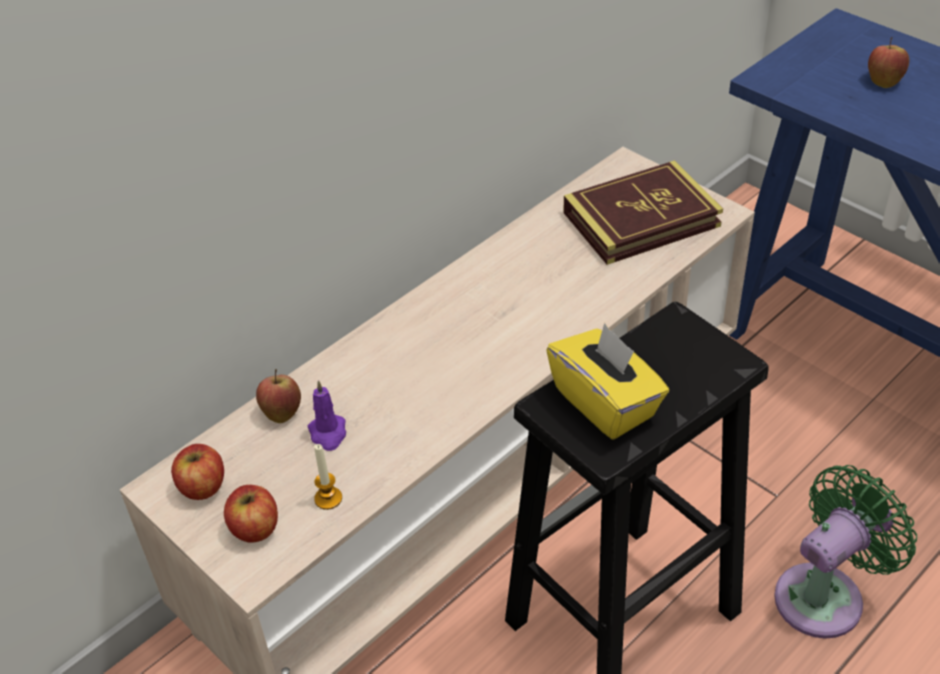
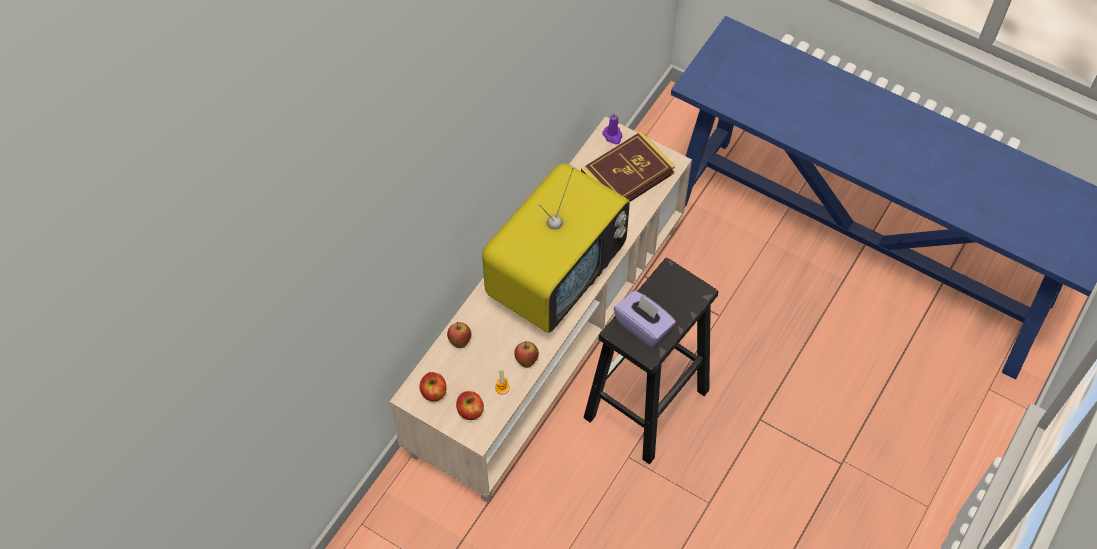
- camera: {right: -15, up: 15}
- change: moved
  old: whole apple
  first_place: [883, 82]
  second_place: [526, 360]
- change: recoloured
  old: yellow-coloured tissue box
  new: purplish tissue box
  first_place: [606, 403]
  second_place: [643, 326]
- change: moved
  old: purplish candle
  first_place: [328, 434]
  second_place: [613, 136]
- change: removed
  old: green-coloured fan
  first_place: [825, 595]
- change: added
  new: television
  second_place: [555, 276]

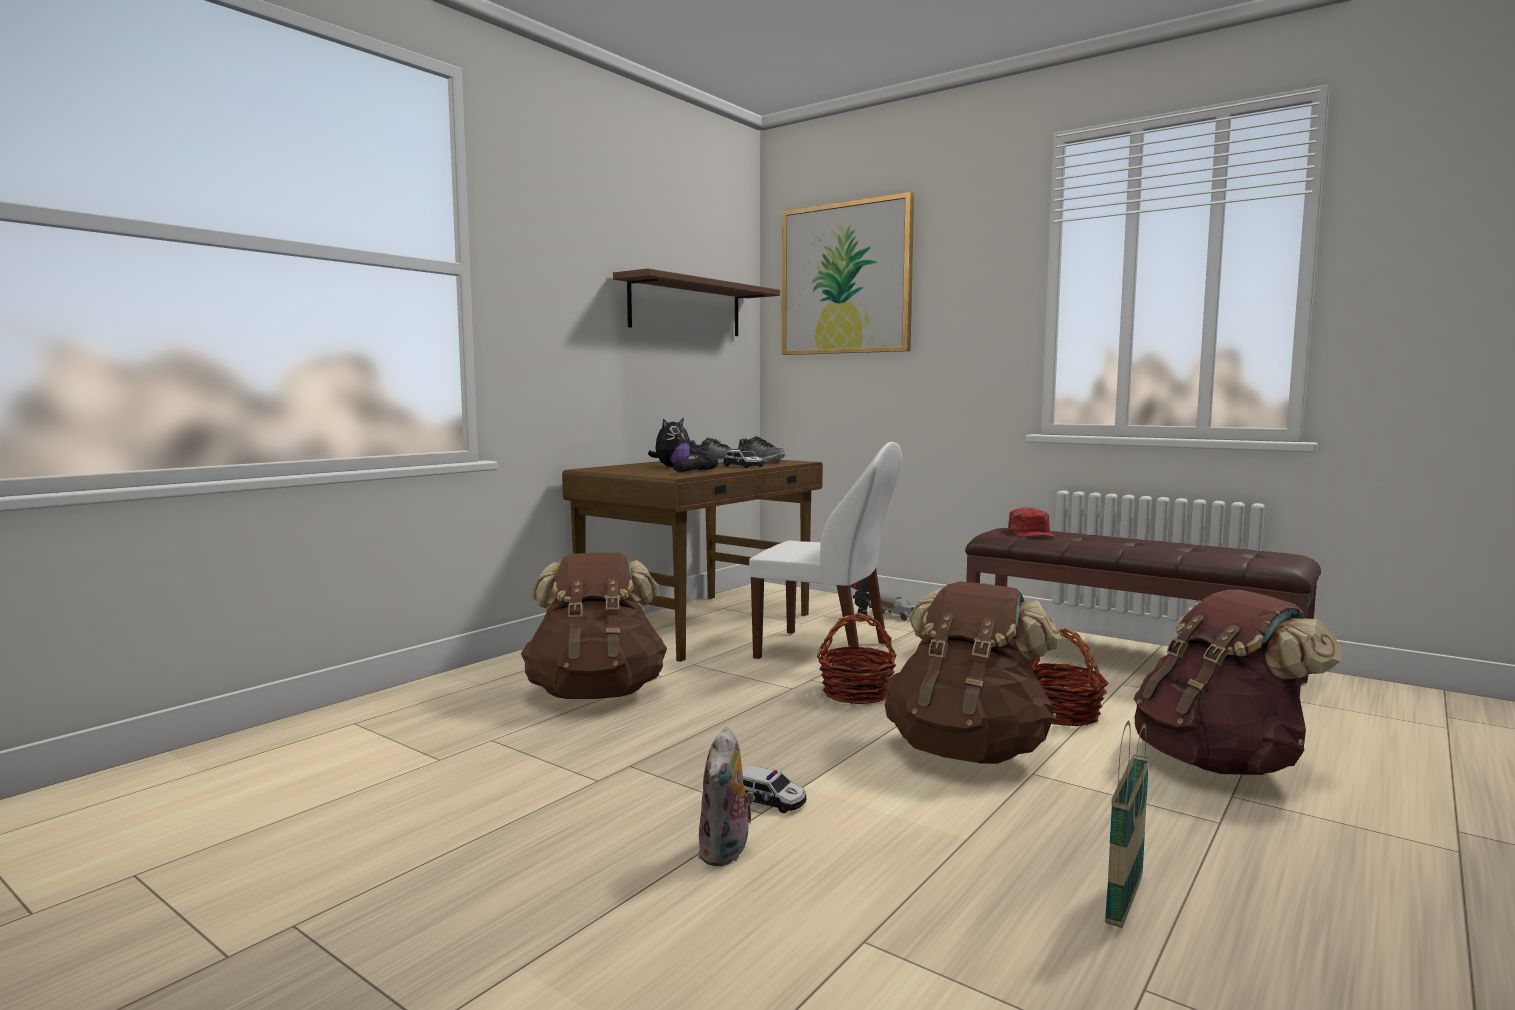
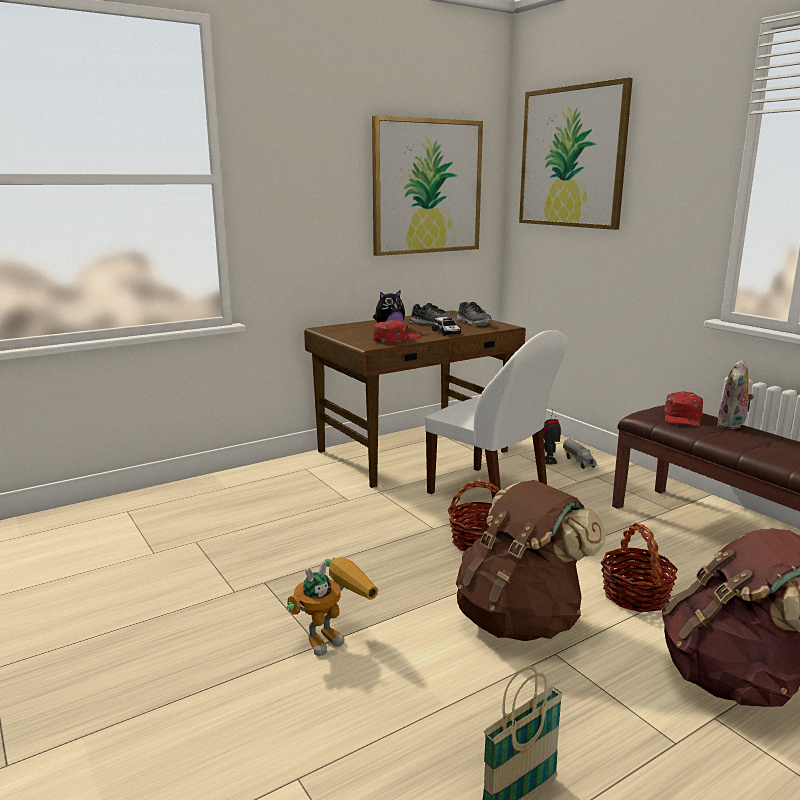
- camera: {right: 20, up: 10}
- change: replaced
  old: brown bracket shelf
  new: wall art
  first_place: [686, 307]
  second_place: [427, 187]
- change: replaced
  old: blackish torch
  new: red-coloured baseball cap
  first_place: [695, 471]
  second_place: [396, 339]
- change: removed
  old: brown knapsack
  first_place: [596, 693]
- change: moved
  old: plush toy
  first_place: [726, 852]
  second_place: [732, 425]
- change: replaced
  old: miniature car
  new: robot figure
  first_place: [769, 800]
  second_place: [332, 635]

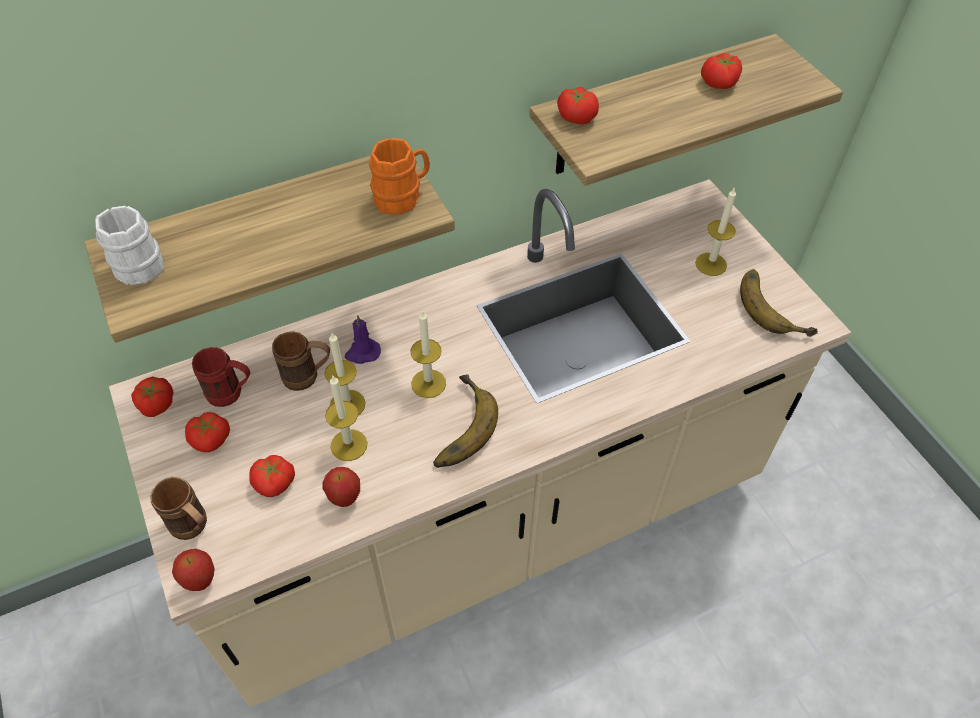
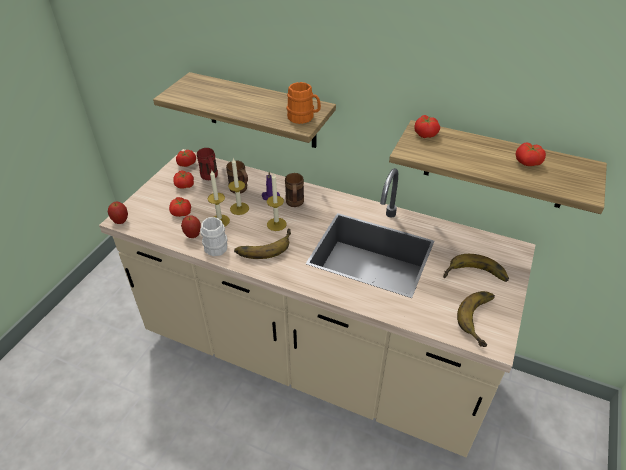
- camera: {right: 50, up: -10}
- change: replaced
  old: candle
  new: banana
  first_place: [711, 264]
  second_place: [475, 277]
- change: moved
  old: white-coloured tea mug
  first_place: [134, 264]
  second_place: [216, 245]
- change: moved
  old: brown tea mug
  first_place: [194, 528]
  second_place: [294, 204]

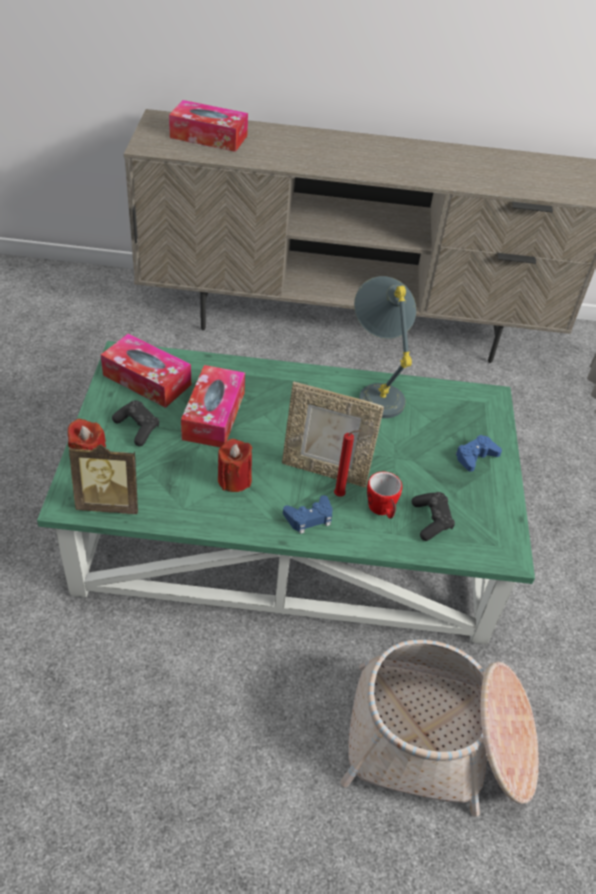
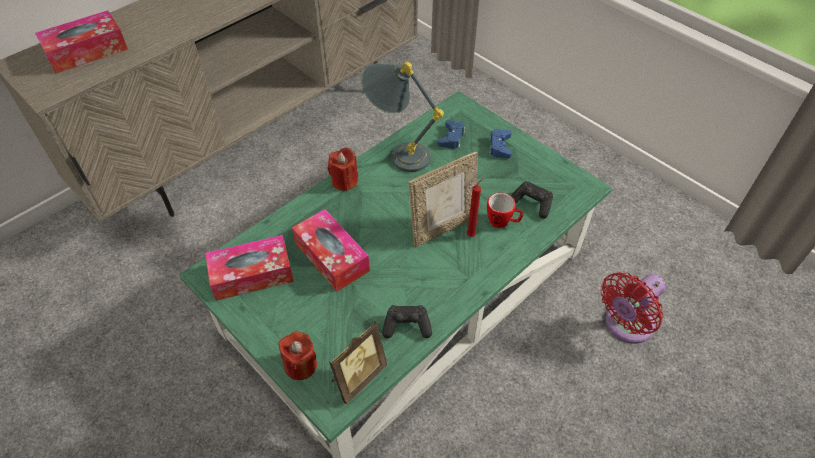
- camera: {right: -45, up: 5}
- change: moved
  old: blackish joypad
  first_place: [138, 428]
  second_place: [407, 326]
- change: moved
  old: red-coloured candle
  first_place: [234, 480]
  second_place: [344, 181]
- change: moved
  old: bluish joypad
  first_place: [309, 518]
  second_place: [451, 138]
- change: replaced
  old: household basket
  new: red-coloured fan
  first_place: [439, 743]
  second_place: [625, 325]

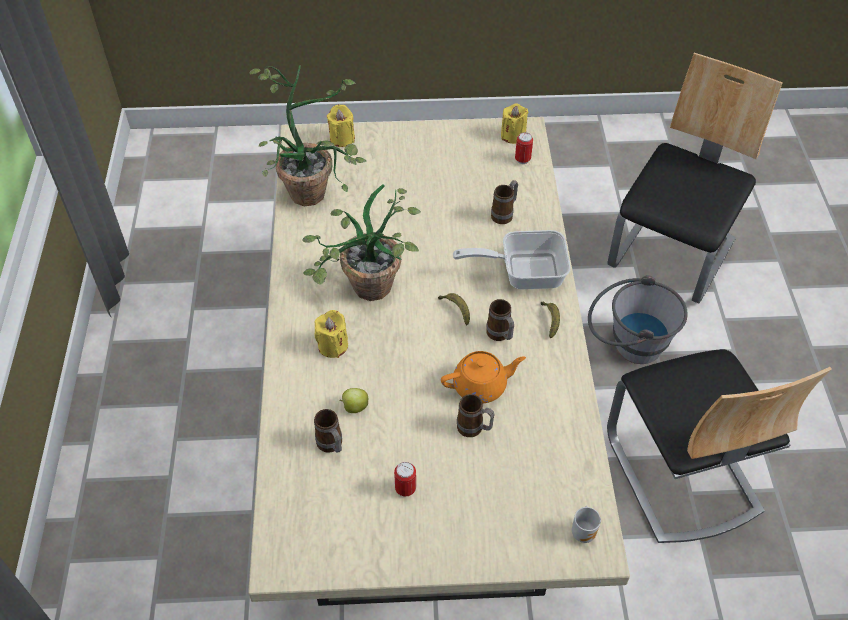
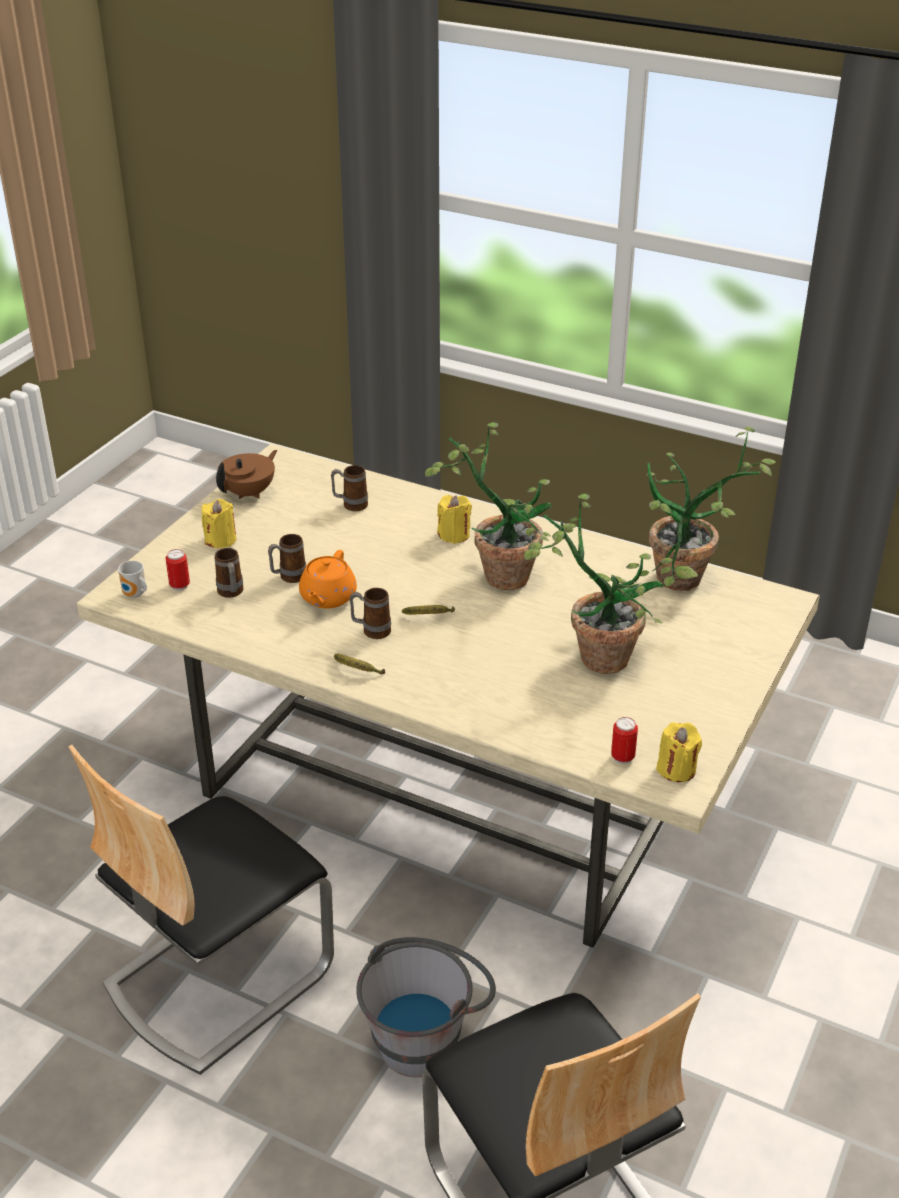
- camera: {right: 120, up: -15}
- change: moved
  old: yellow-coloured candle
  first_place: [342, 138]
  second_place: [220, 540]
- change: moved
  old: tea mug
  first_place: [504, 214]
  second_place: [231, 594]
- change: removed
  old: pan
  first_place: [523, 272]
- change: turned
  old: upright chair
  first_place: [681, 473]
  second_place: [217, 977]
  degrees: -60
- change: removed
  old: whole apple
  first_place: [354, 407]
- change: moved
  old: sealed can
  first_place: [405, 489]
  second_place: [179, 586]
- change: added
  new: brown tea pot
  second_place: [249, 492]
- change: added
  new: potted plant
  second_place: [595, 652]

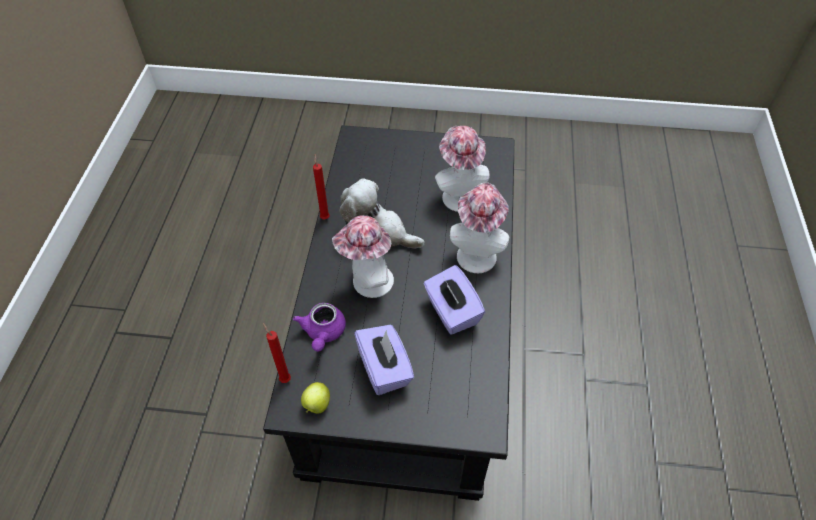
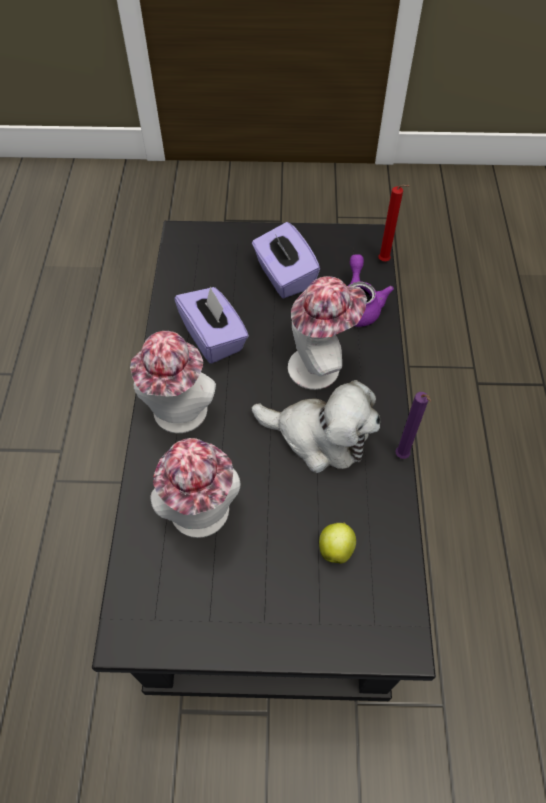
- camera: {right: 175, up: 5}
- change: recoloured
  old: red-coloured candle
  new: purplish candle
  first_place: [325, 217]
  second_place: [402, 457]
- change: moved
  old: whole apple
  first_place: [317, 405]
  second_place: [336, 548]

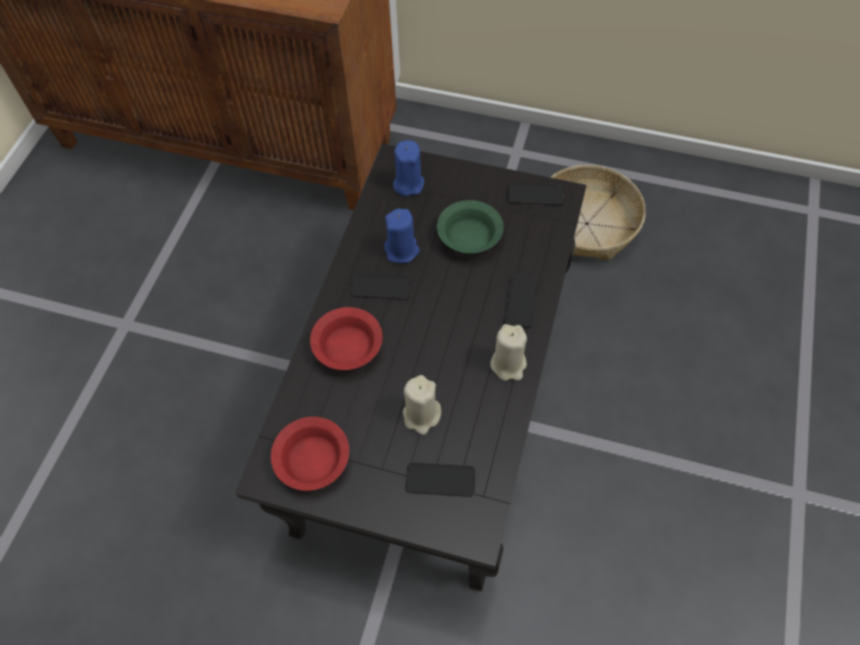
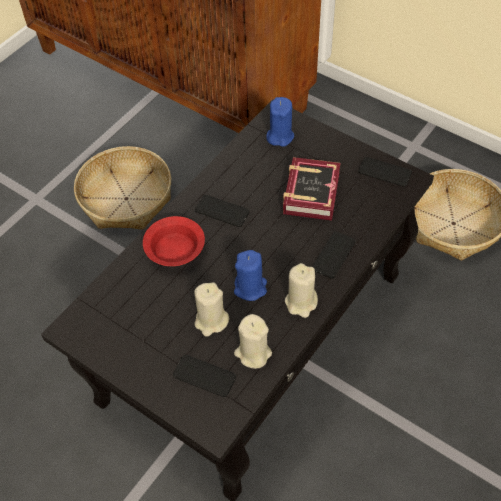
- camera: {right: 20, up: -5}
- change: replaced
  old: green-coloured serving bowl
  new: volume
  first_place: [470, 236]
  second_place: [313, 191]
- change: moved
  old: bluish candle
  first_place: [402, 250]
  second_place: [250, 288]
- change: removed
  old: red-coloured serving bowl
  first_place: [311, 461]
- change: added
  new: household basket
  second_place: [126, 199]
- change: added
  new: beige-coloured candle
  second_place: [253, 353]

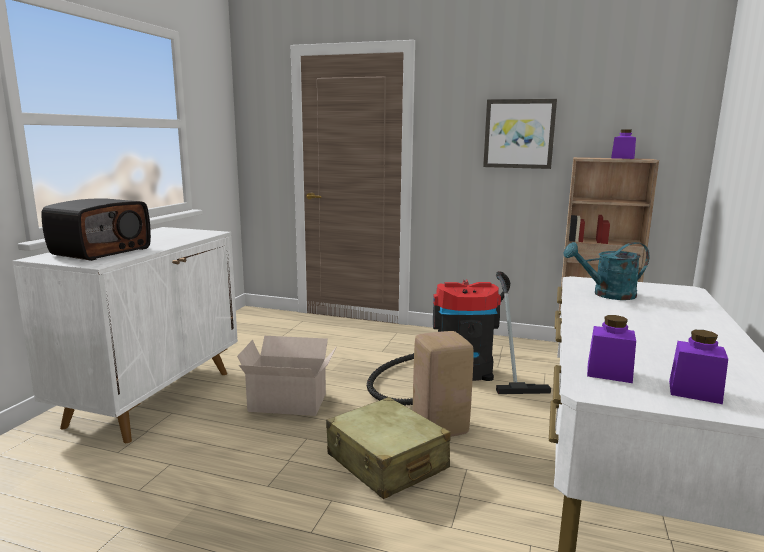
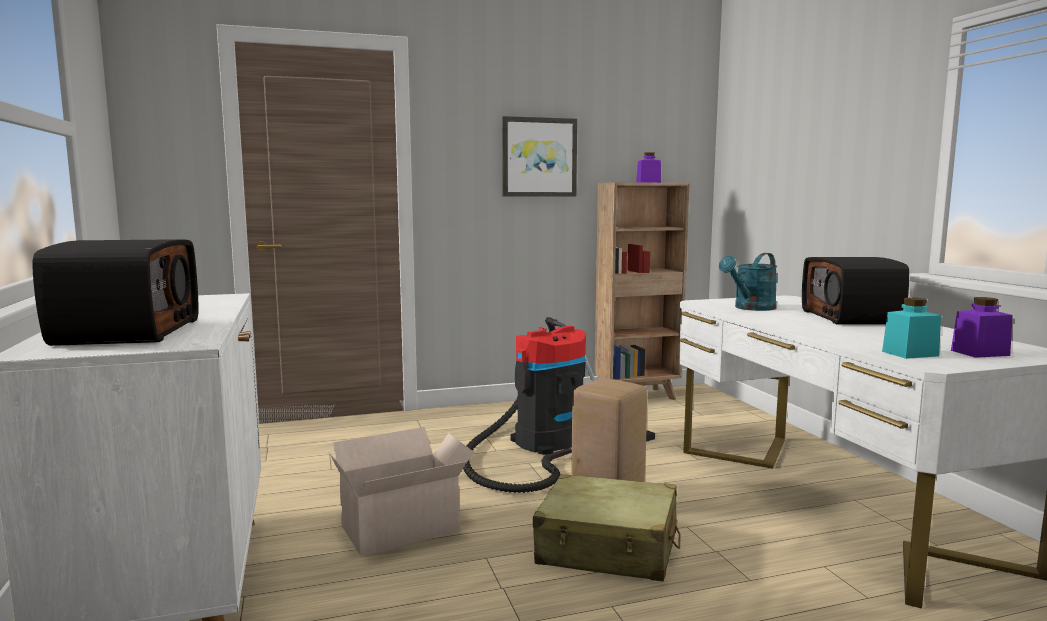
- camera: {right: -35, up: -5}
- change: recoloured
  old: purplish storage jar
  new: turquoise storage jar
  first_place: [609, 373]
  second_place: [910, 354]
- change: added
  new: radio
  second_place: [852, 317]

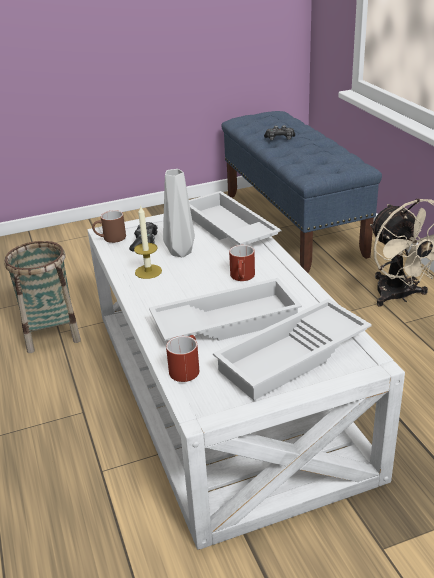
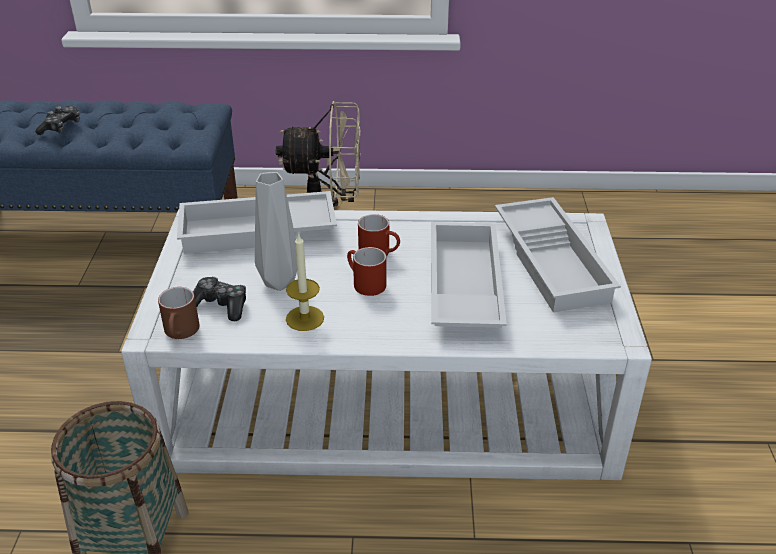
- camera: {right: -70, up: 5}
- change: moved
  old: red-coloured tea mug
  first_place: [185, 368]
  second_place: [364, 283]

